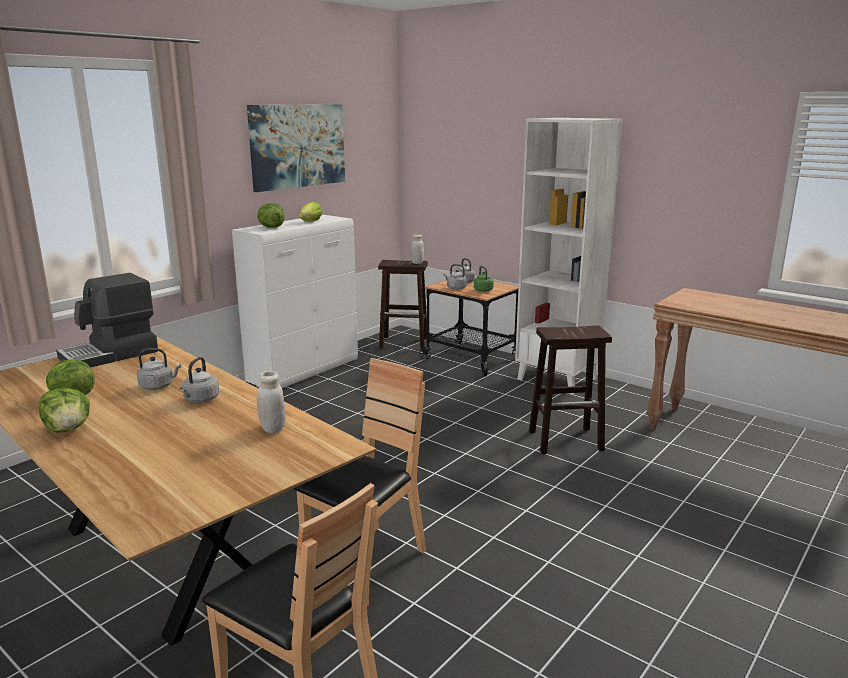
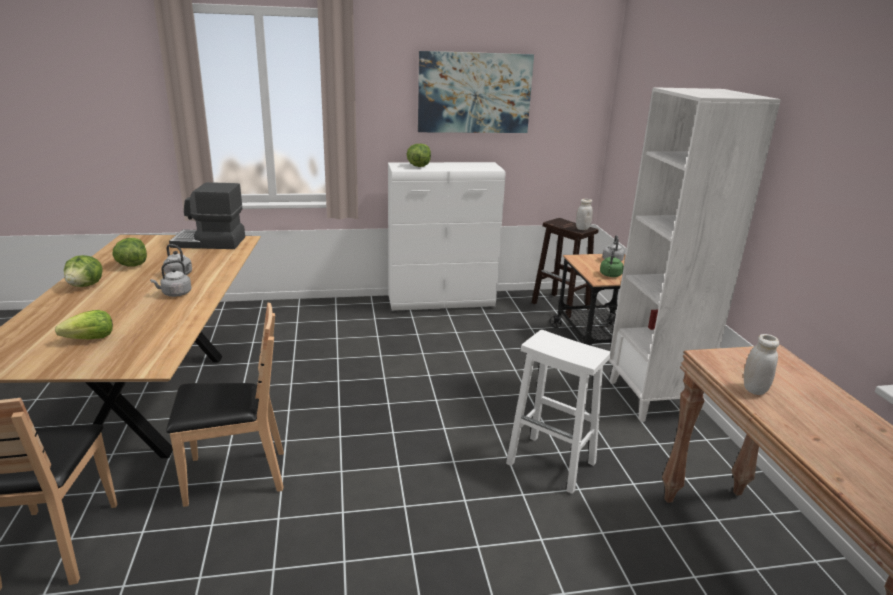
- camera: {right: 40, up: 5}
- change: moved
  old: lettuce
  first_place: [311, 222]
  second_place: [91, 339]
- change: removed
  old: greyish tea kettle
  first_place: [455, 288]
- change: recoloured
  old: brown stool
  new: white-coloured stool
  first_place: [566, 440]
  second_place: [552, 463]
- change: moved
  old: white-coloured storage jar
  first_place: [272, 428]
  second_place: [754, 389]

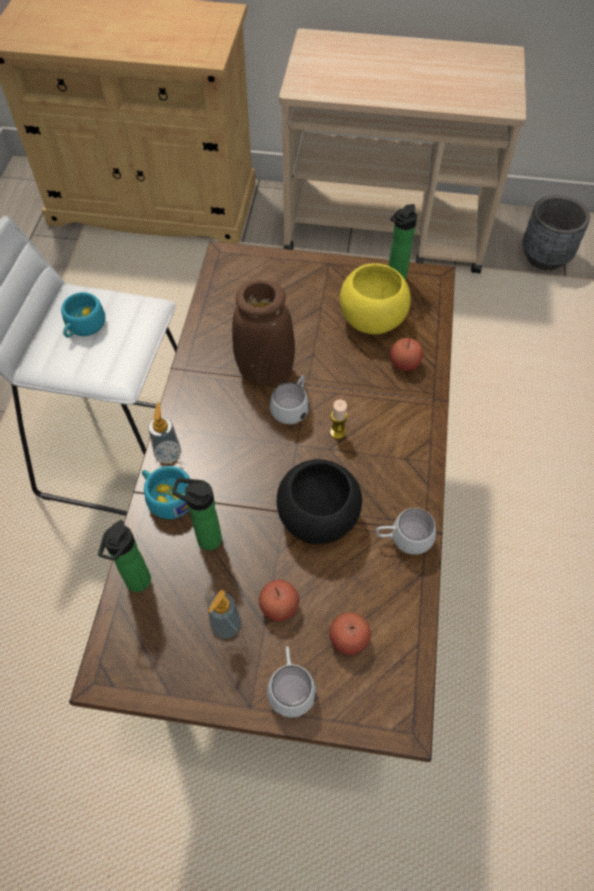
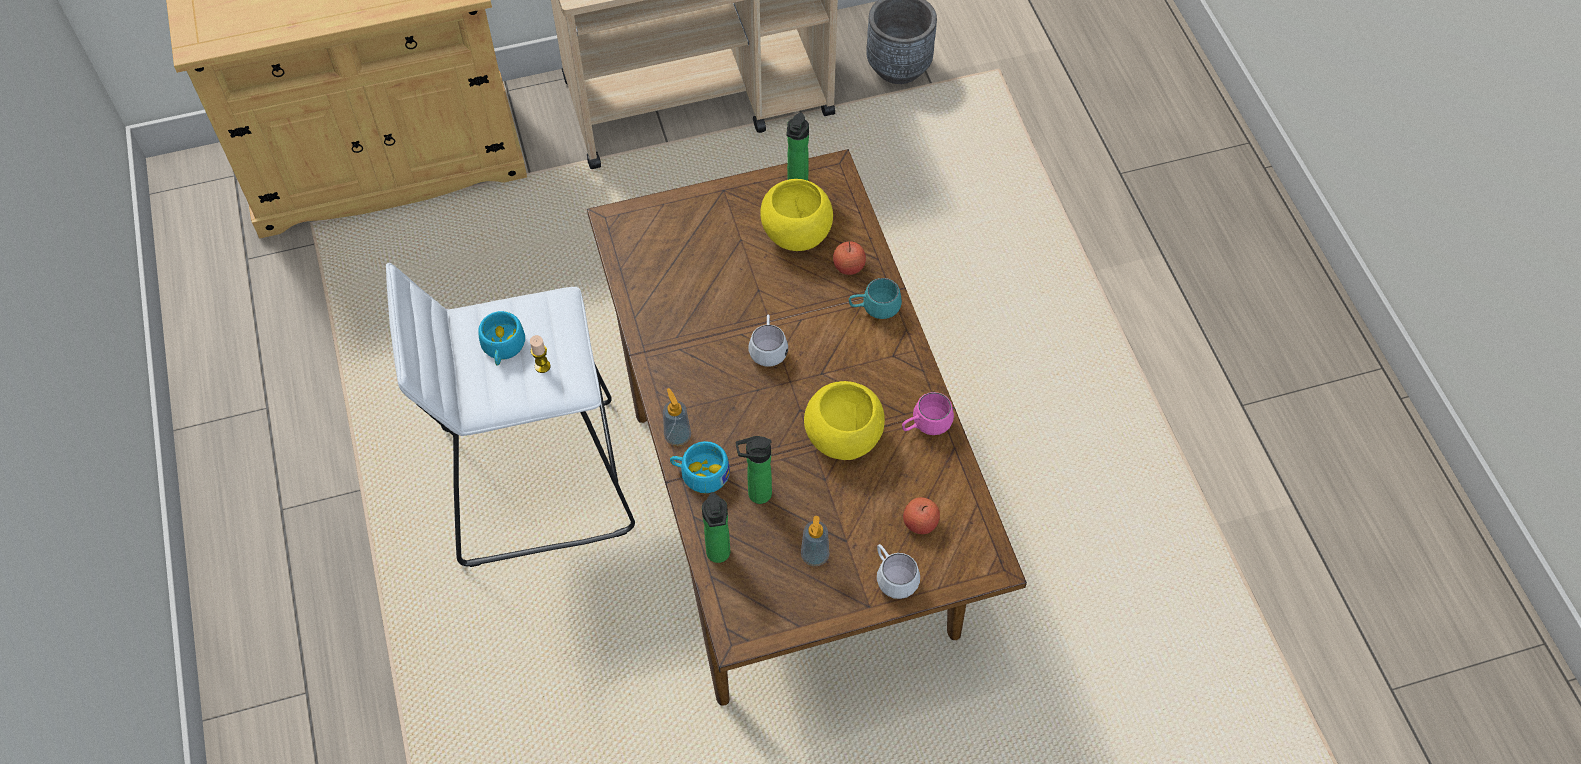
- camera: {right: -25, up: 0}
- change: removed
  old: brown vase
  first_place: [265, 372]
- change: moved
  old: candle
  first_place: [337, 432]
  second_place: [542, 366]
- change: recoloured
  old: blackish serving bowl
  new: yellow-coloured serving bowl
  first_place: [318, 516]
  second_place: [843, 436]
- change: recoloured
  old: white-coloured tea mug
  new: pink-coloured tea mug
  first_place: [403, 540]
  second_place: [925, 426]
- change: removed
  old: whole apple
  first_place: [279, 606]
- change: added
  new: turquoise tea mug
  second_place: [874, 309]

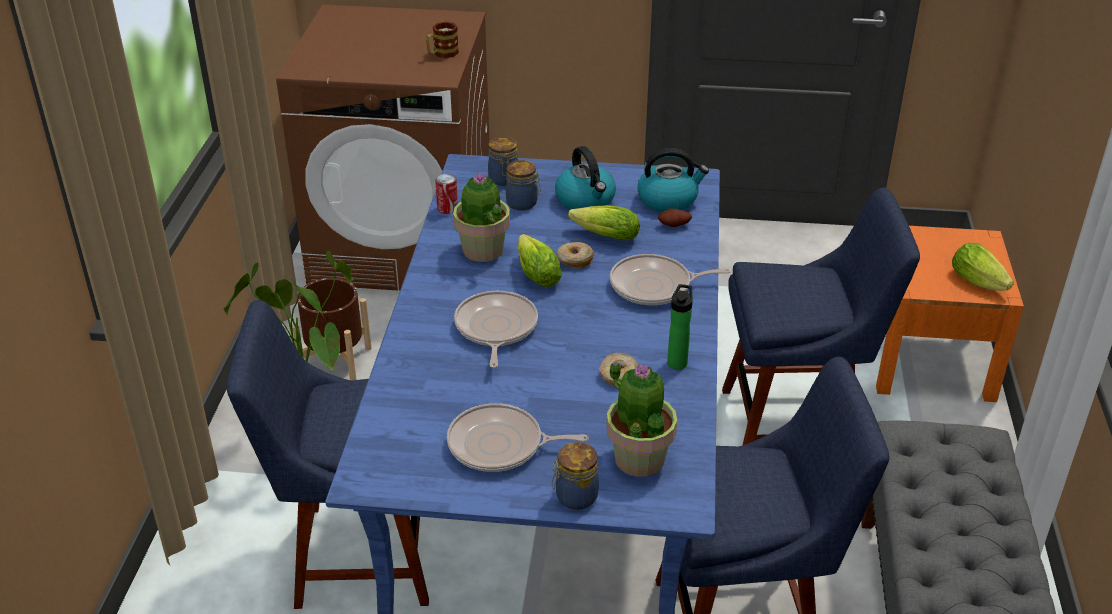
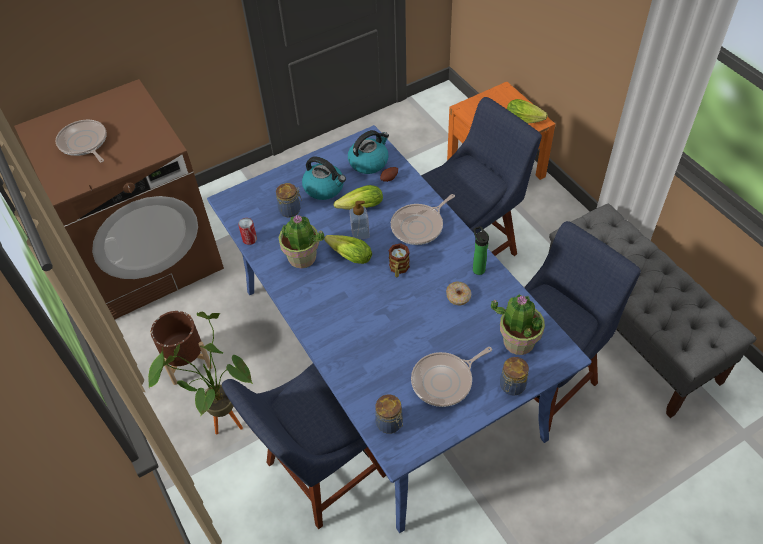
- camera: {right: -35, up: 15}
- change: moved
  old: tea mug
  first_place: [442, 54]
  second_place: [398, 269]
- change: moved
  old: storage jar
  first_place: [503, 180]
  second_place: [390, 423]
- change: replaced
  old: ring doughnut
  new: liquid soap bottle
  first_place: [574, 260]
  second_place: [360, 234]
- change: moved
  old: pan
  first_place: [495, 328]
  second_place: [84, 143]

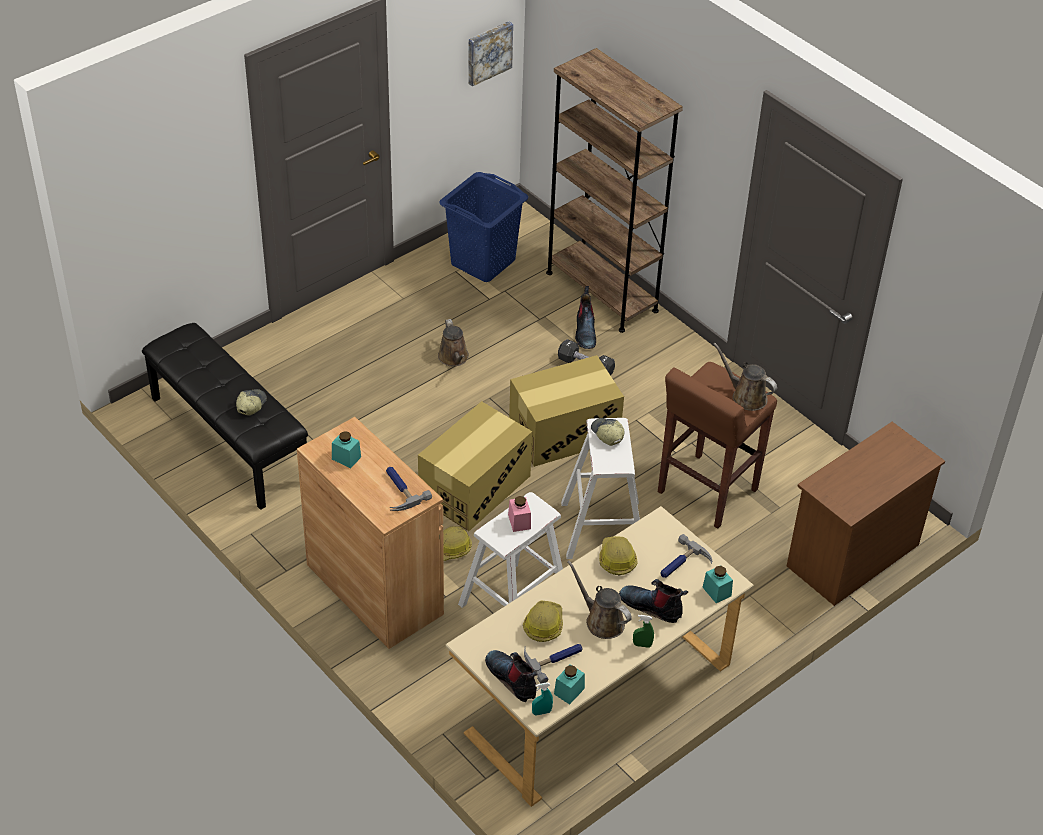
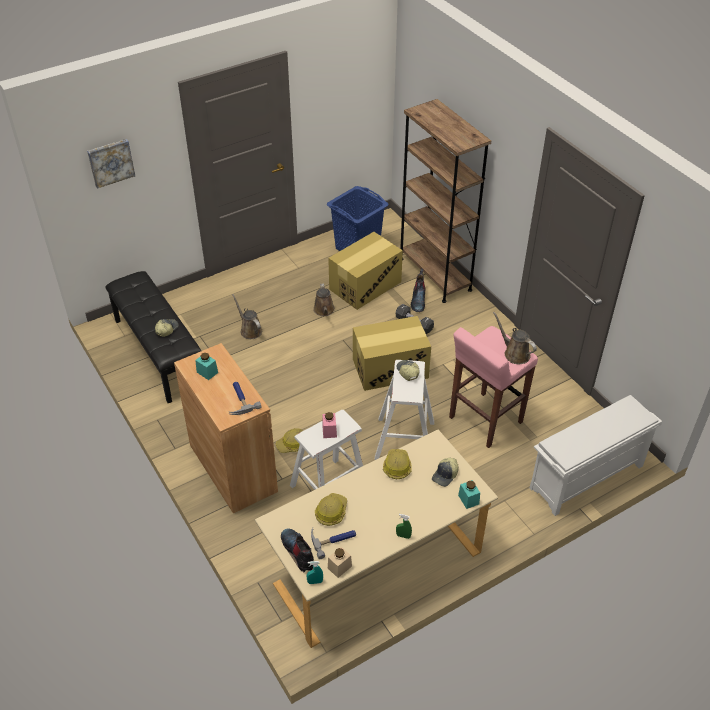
- camera: {right: 10, up: 0}
- change: moved
  old: wall art
  first_place: [488, 52]
  second_place: [110, 162]
- change: recoloured
  old: brown stool
  new: pink-coloured stool
  first_place: [706, 492]
  second_place: [484, 420]
- change: moved
  old: carton
  first_place: [474, 488]
  second_place: [365, 285]
- change: replaced
  old: brown drawer chest
  new: white-coloured shoe rack
  first_place: [852, 555]
  second_place: [586, 478]
- change: replaced
  old: tool hammer
  new: baseball cap
  first_place: [682, 564]
  second_place: [445, 475]
- change: moved
  old: brown watering can
  first_place: [602, 621]
  second_place: [249, 330]
- change: removed
  old: high-top boot
  first_place: [652, 606]
- change: recoloured
  old: turquoise storage jar
  new: beige-coloured storage jar
  first_place: [569, 691]
  second_place: [339, 567]

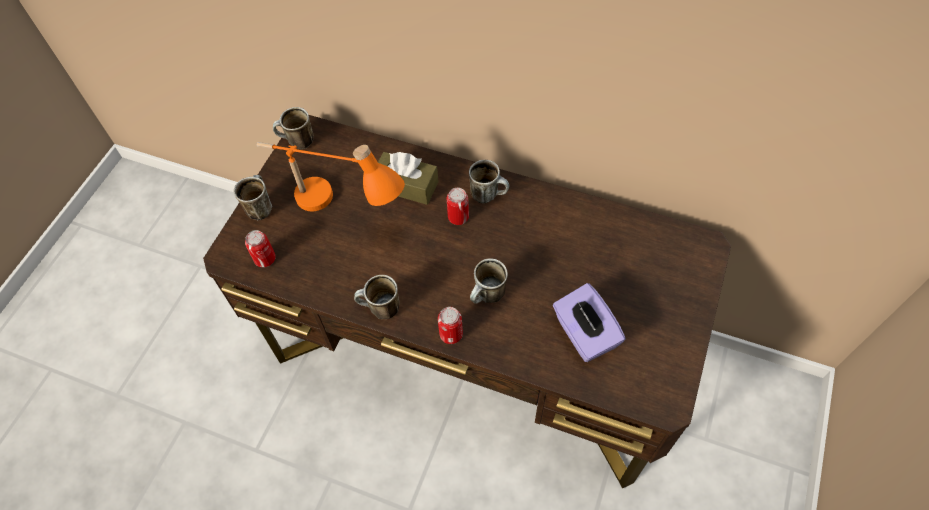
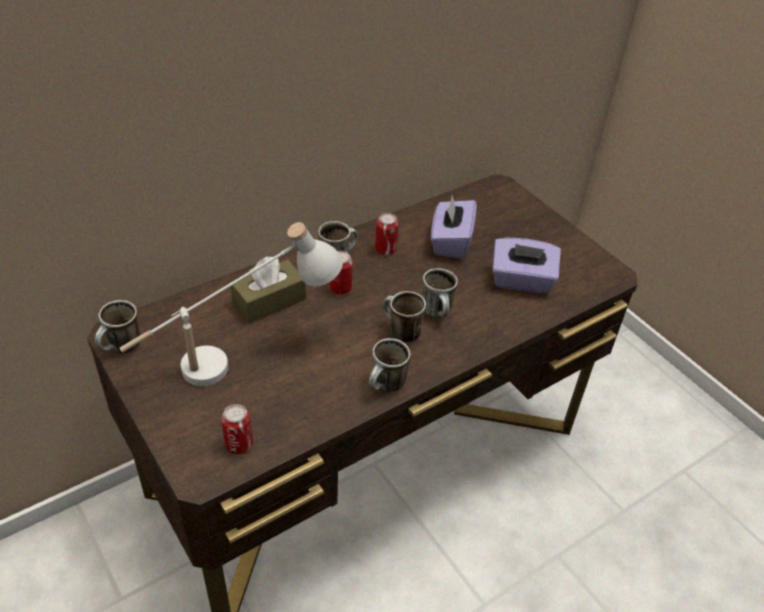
- camera: {right: -60, up: -15}
- change: recoloured
  old: orangey table lamp
  new: white-coloured table lamp
  first_place: [336, 208]
  second_place: [239, 360]
- change: moved
  old: tea mug
  first_place: [259, 207]
  second_place: [399, 332]
- change: moved
  old: sealed can
  first_place: [451, 334]
  second_place: [385, 249]
- change: added
  new: purplish tissue box
  second_place: [450, 242]

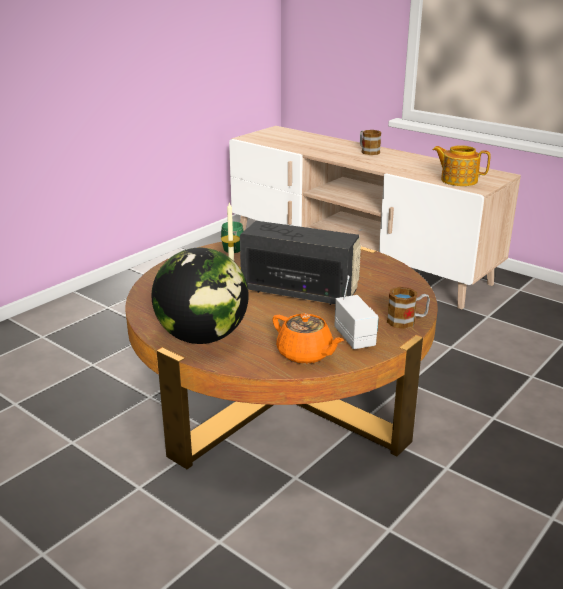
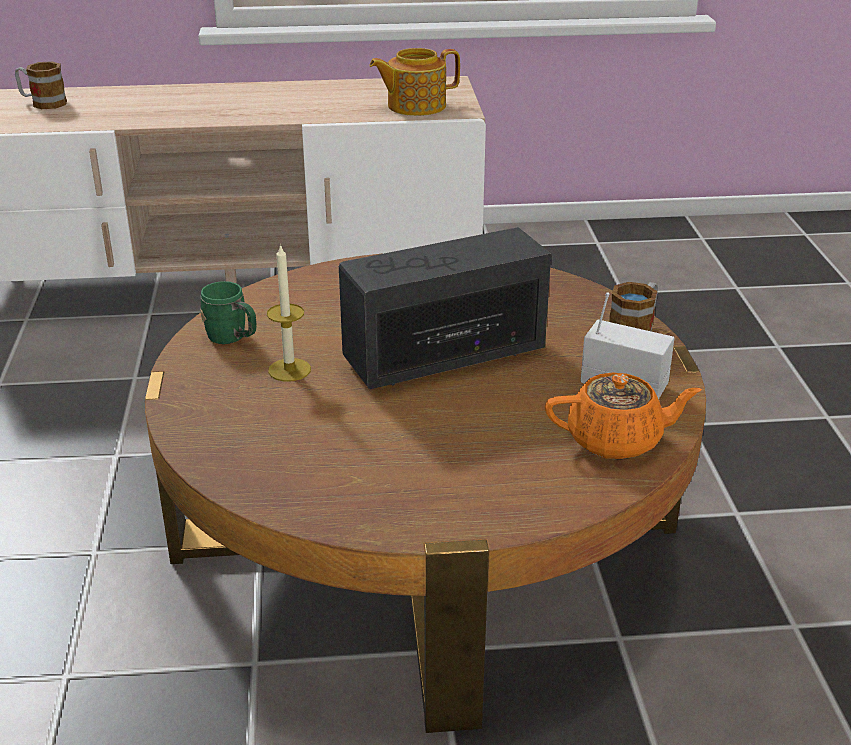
- camera: {right: -45, up: 5}
- change: moved
  old: tea mug
  first_place: [368, 151]
  second_place: [43, 103]
- change: removed
  old: world globe
  first_place: [202, 337]

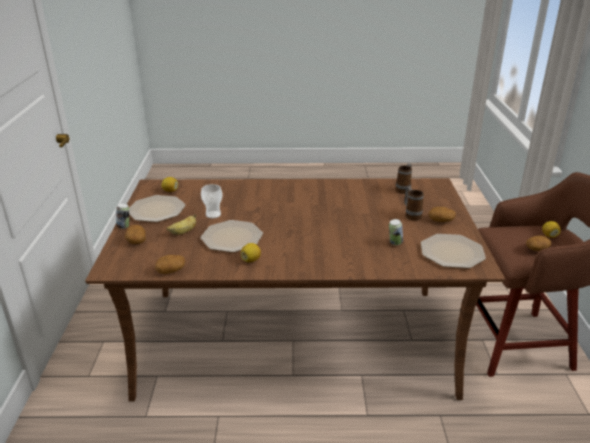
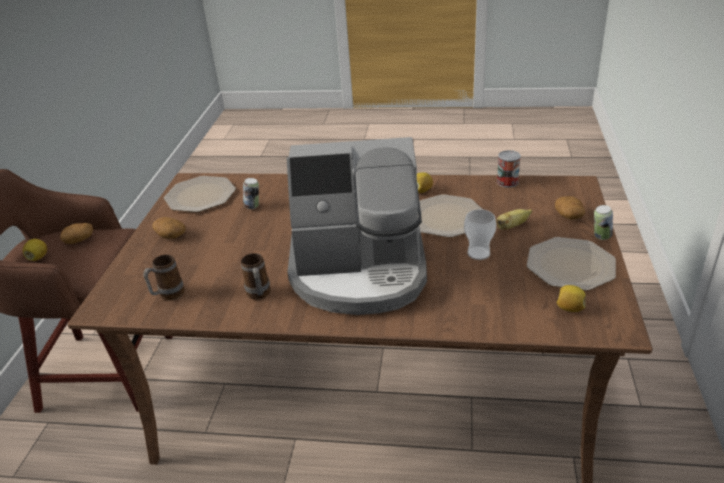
- camera: {right: -170, up: 5}
- change: moved
  old: tea mug
  first_place: [411, 215]
  second_place: [259, 295]
- change: replaced
  old: potato
  new: sealed can
  first_place: [171, 270]
  second_place: [507, 182]
- change: added
  new: coffee maker
  second_place: [359, 272]

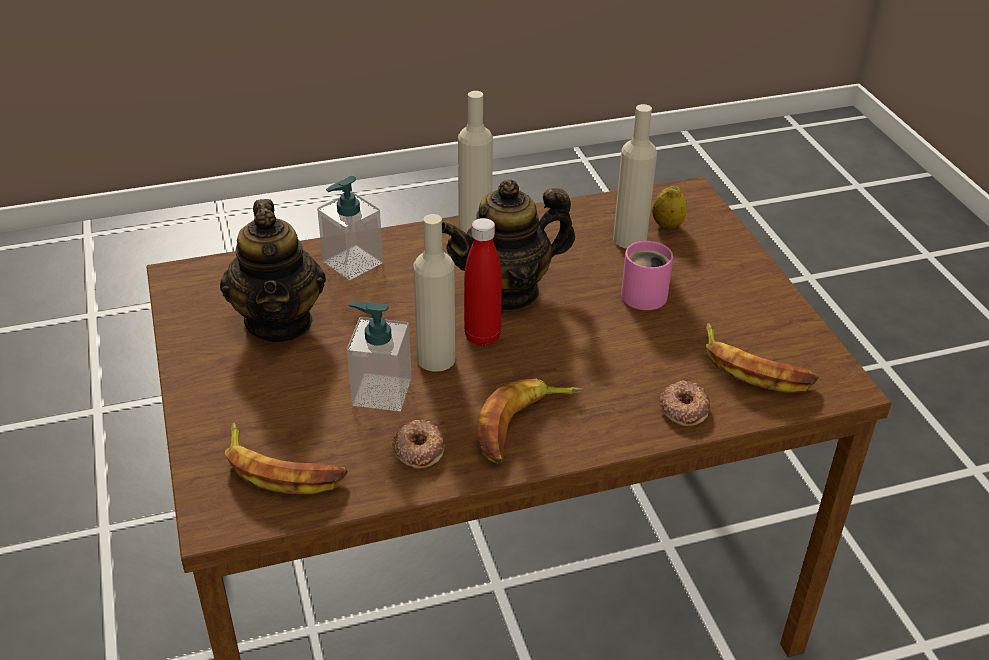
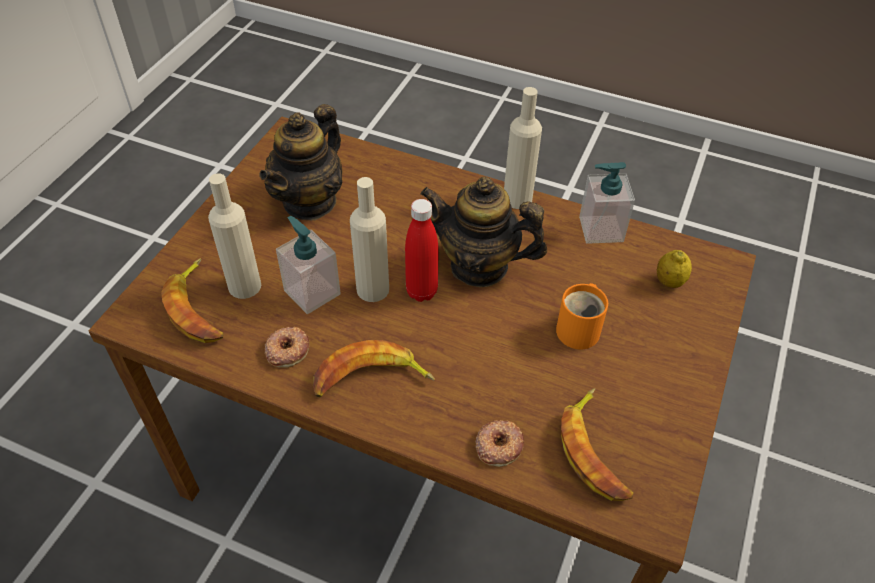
- camera: {right: 40, up: 10}
- change: moved
  old: beige-coloured drink bottle
  first_place: [630, 239]
  second_place: [244, 286]
- change: moved
  old: liquid soap bottle
  first_place: [352, 262]
  second_place: [600, 229]
- change: recoloured
  old: pink-coloured tea mug
  new: orangey tea mug
  first_place: [643, 293]
  second_place: [580, 329]

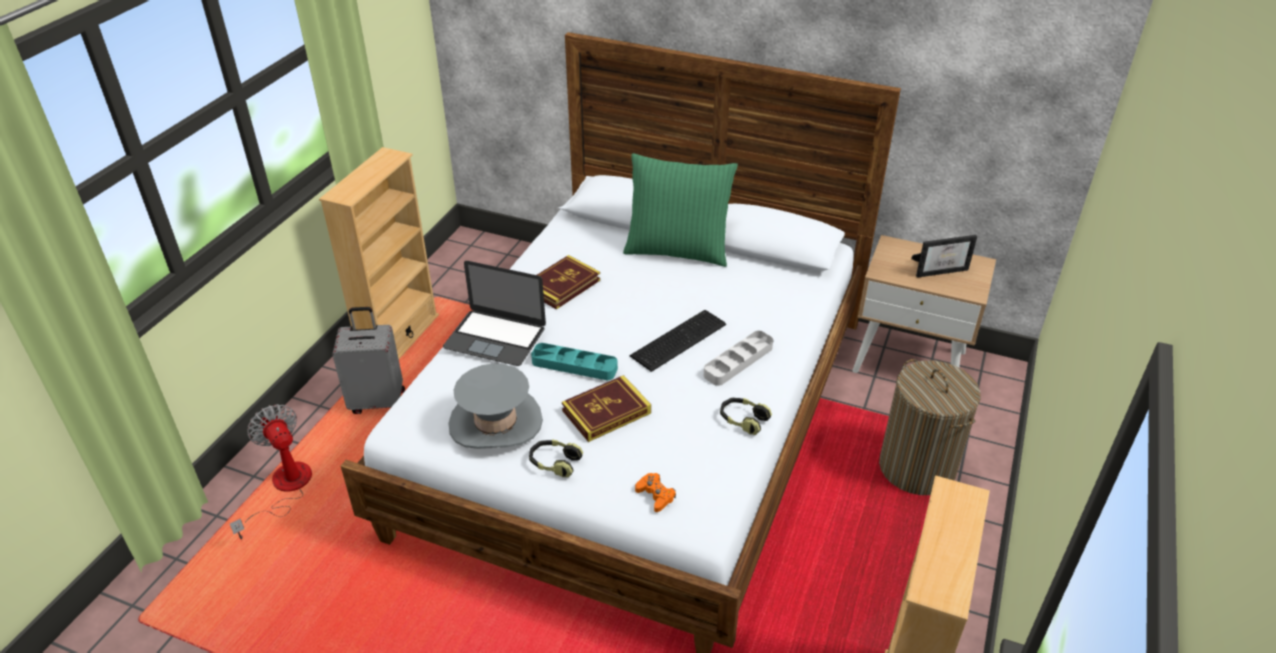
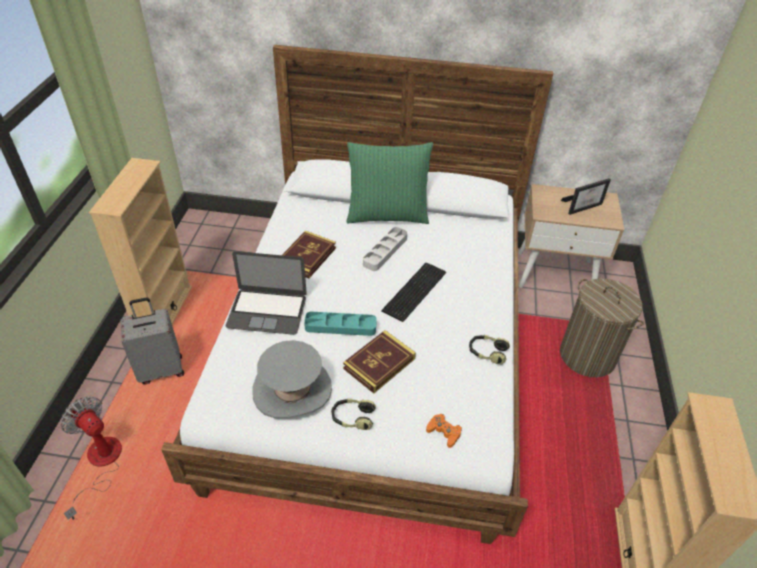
- camera: {right: -15, up: 5}
- change: moved
  old: greyish carrying tray
  first_place: [738, 361]
  second_place: [385, 251]

